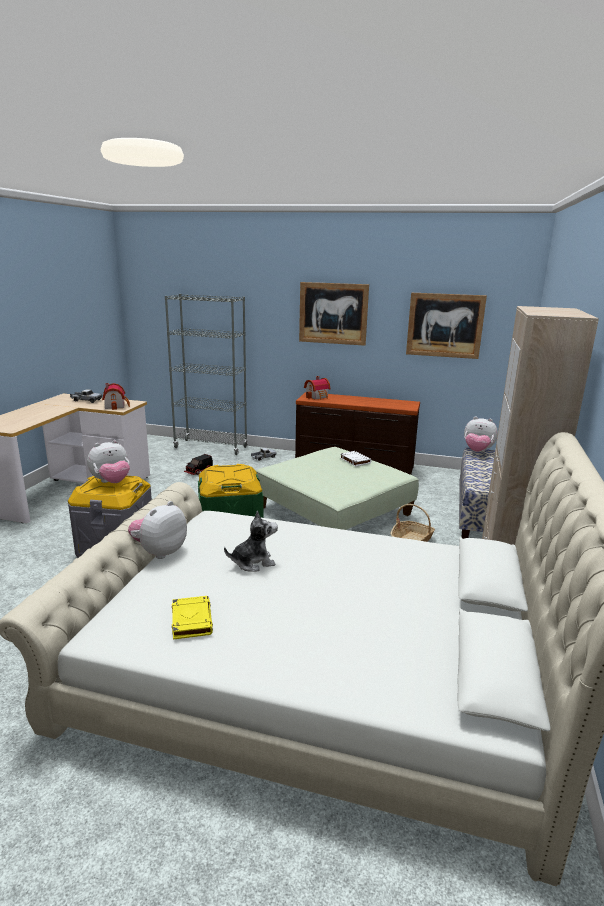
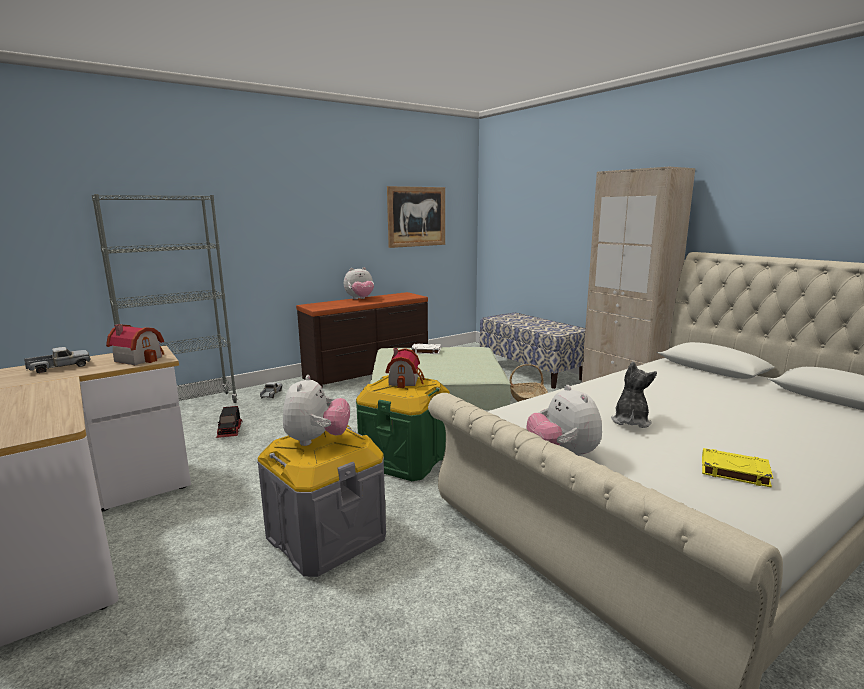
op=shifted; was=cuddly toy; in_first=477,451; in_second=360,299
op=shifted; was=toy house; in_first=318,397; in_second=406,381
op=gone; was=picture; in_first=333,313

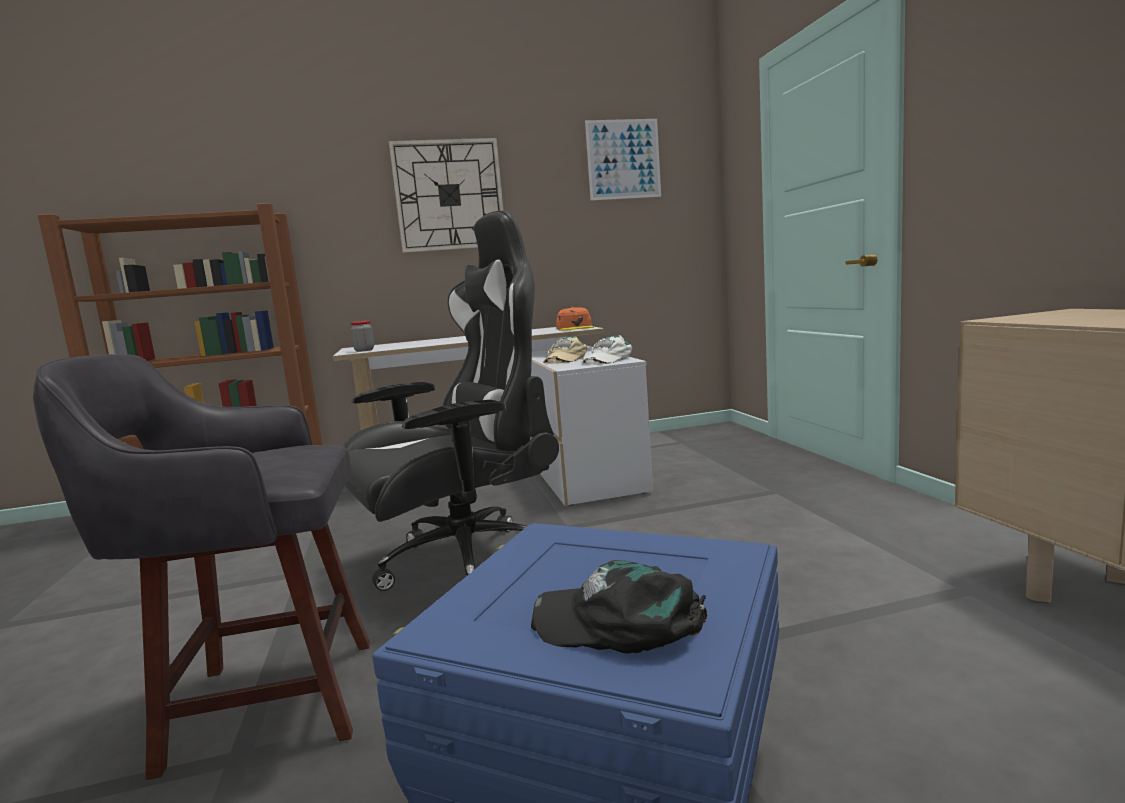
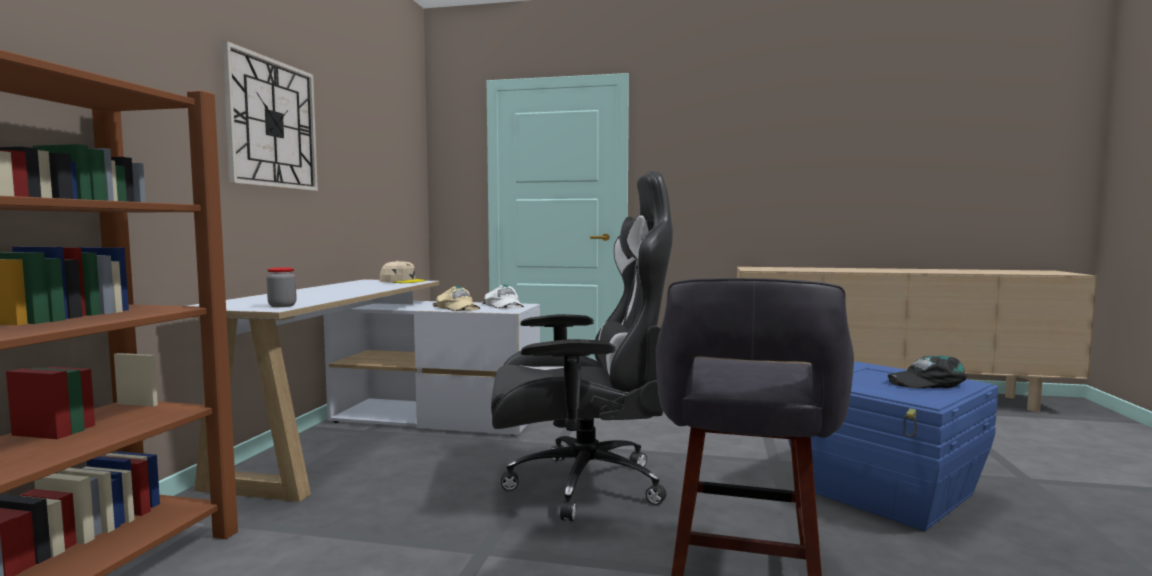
op=repainted; was=peaked cap in orangey; now=peaked cap in sand-coloured; in_first=575,328; in_second=402,281
op=rotated; was=desk chair in blackish; in_first=456,566; in_second=575,486; clockwise=90
op=rotated; was=peaked cap in blackish; in_first=621,623; in_second=927,382; clockwise=45
op=gone; was=picture; in_first=623,159

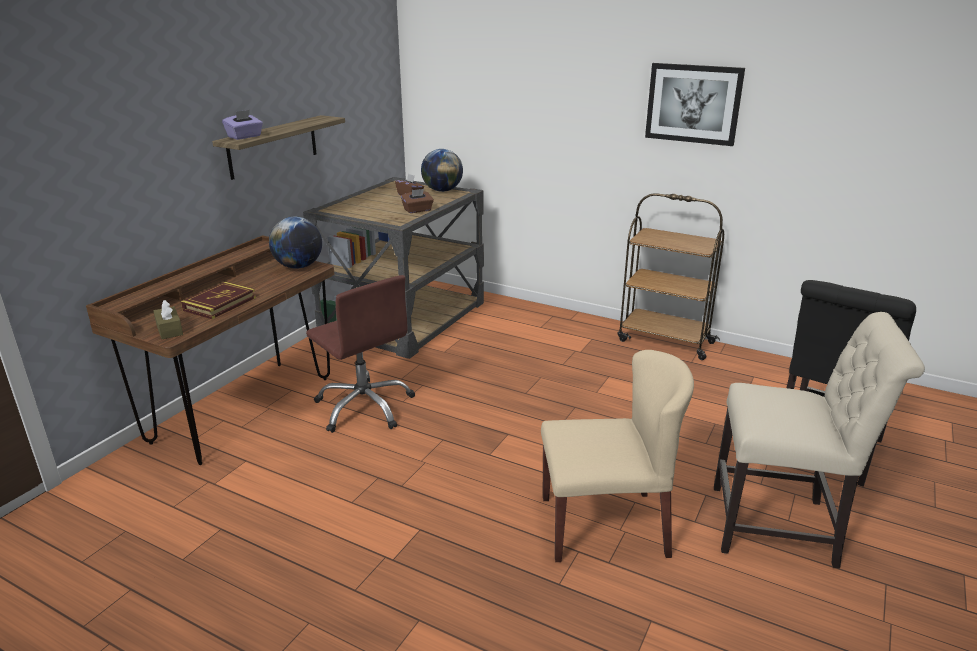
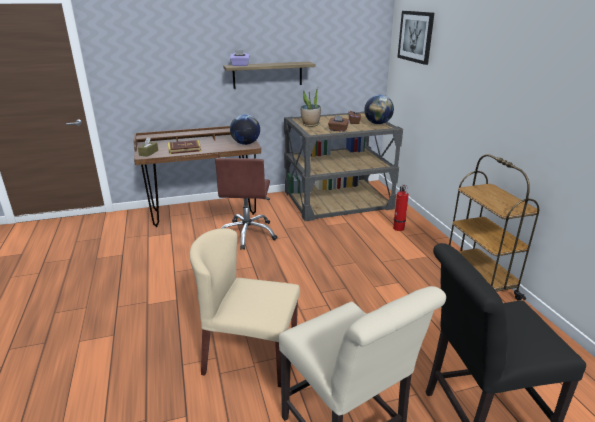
op=rotated; was=upright chair in sand-coloured; in_first=604,525; in_second=250,355; clockwise=150
op=new; now=potted plant; in_second=310,125
op=new; now=fire extinguisher; in_second=399,229
op=shifted; was=picture; in_first=693,103; in_second=415,36

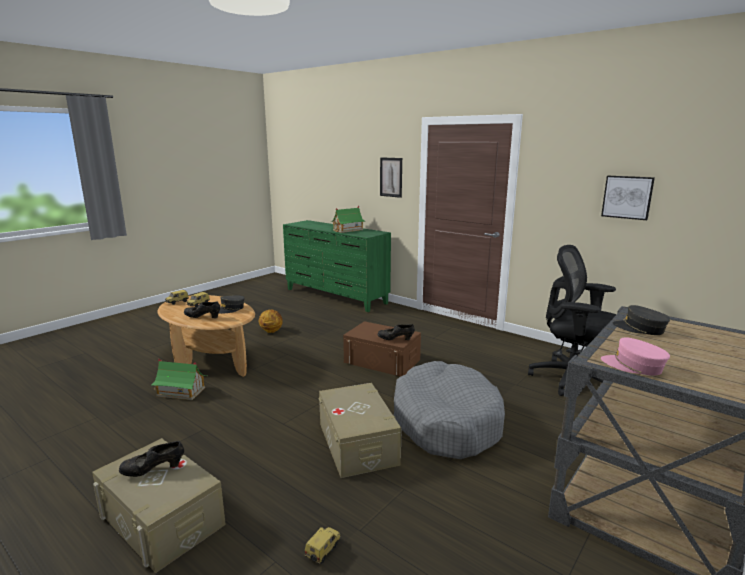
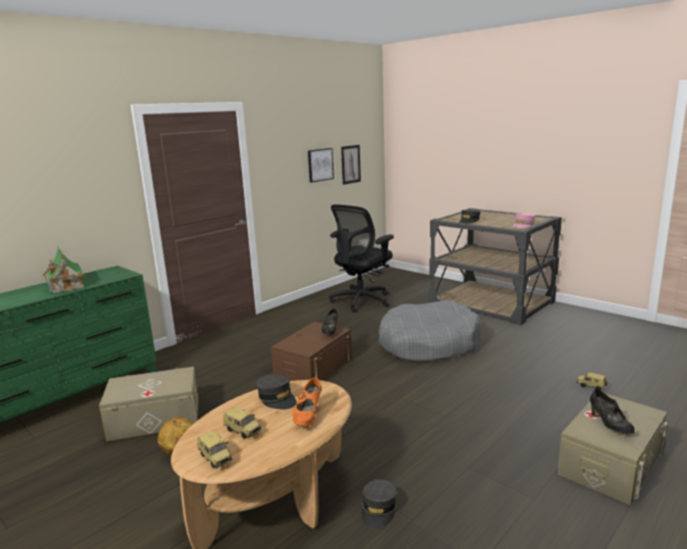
op=shifted; was=storage bin in sand-coloured; in_first=357,443; in_second=155,418
op=repainted; was=item of footwear in blackish; now=item of footwear in orangey; in_first=203,317; in_second=308,416
op=shifted; was=picture; in_first=391,177; in_second=350,164
op=swapped; was=toy house; now=peaked cap in grey; in_first=180,391; in_second=378,509

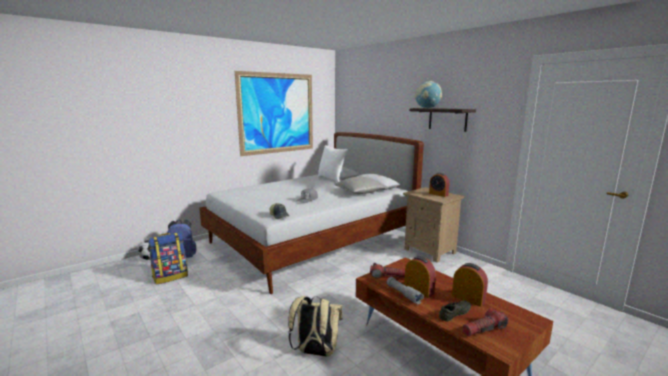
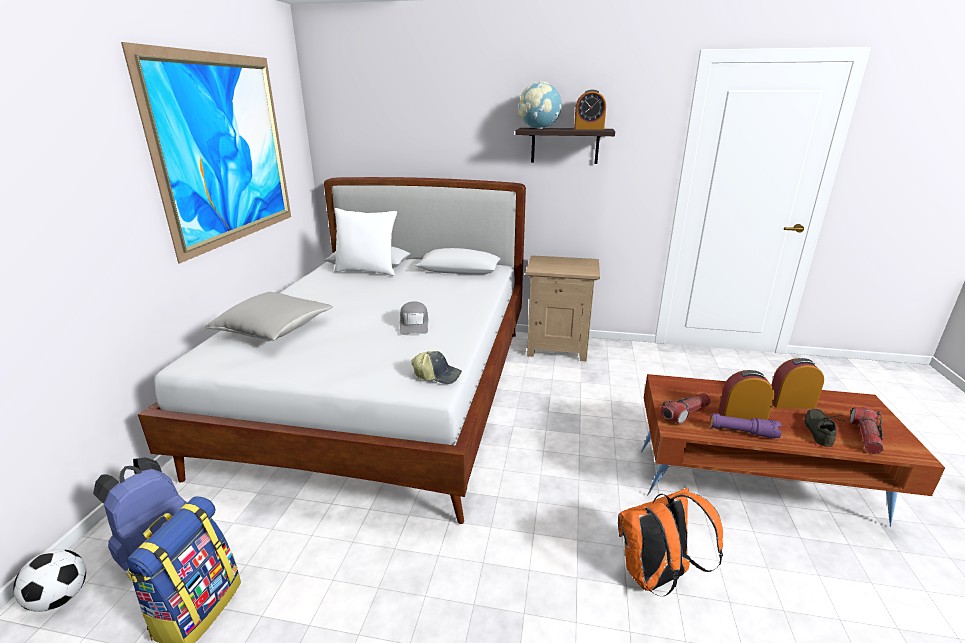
op=shifted; was=pillow in grey; in_first=360,192; in_second=274,329
op=shifted; was=table clock; in_first=438,194; in_second=588,129
op=repainted; was=rucksack in sand-coloured; now=rucksack in orangey; in_first=315,352; in_second=656,577
op=repainted; was=torch in grey; now=torch in purple; in_first=403,294; in_second=742,432

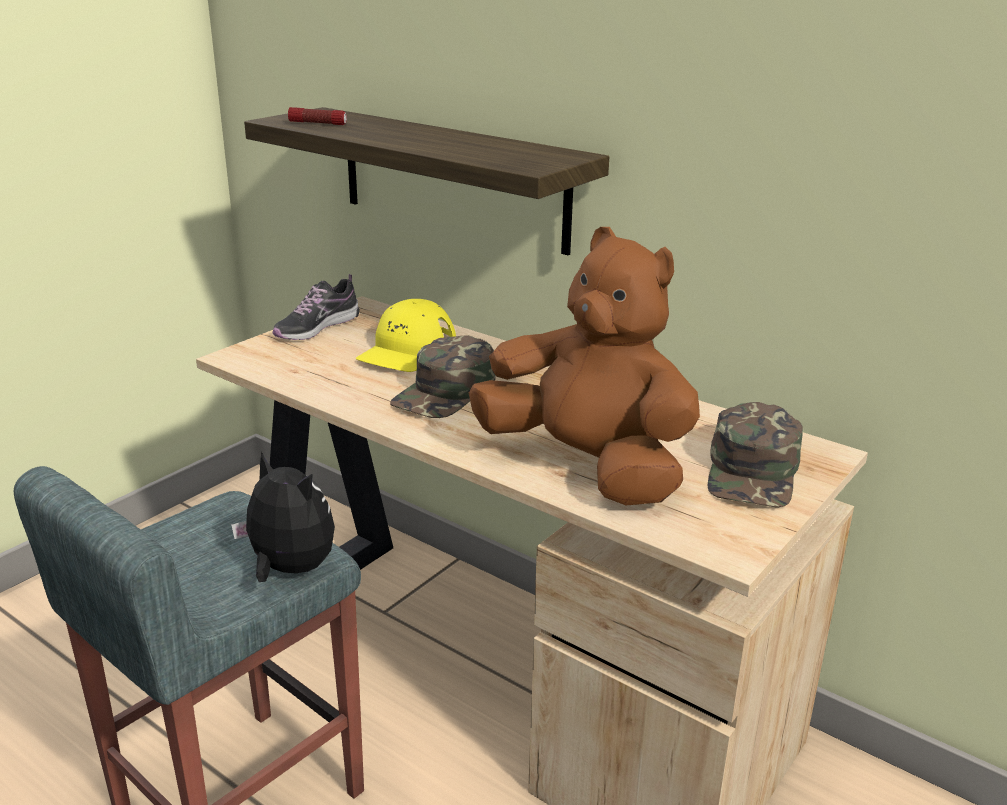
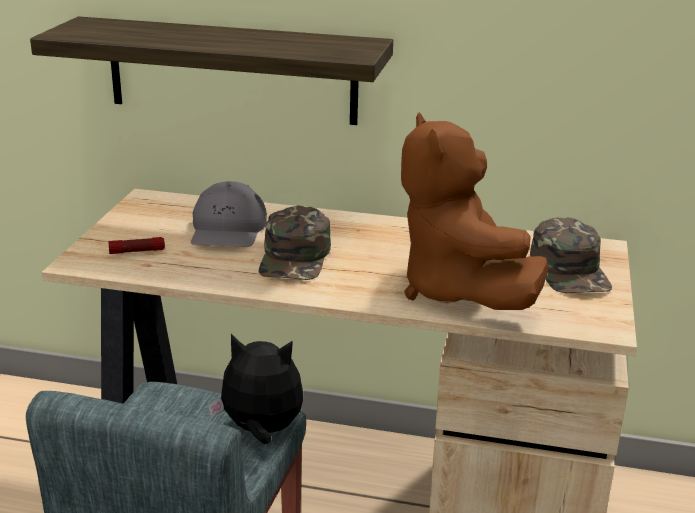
op=shifted; was=torch; in_first=318,123; in_second=137,251
op=repainted; was=peaked cap in yellowish; now=peaked cap in grey; in_first=407,351; in_second=227,229
op=rotated; was=cuddly toy in brownish; in_first=587,466; in_second=458,291; clockwise=-120
op=gone; was=item of footwear; in_first=316,328

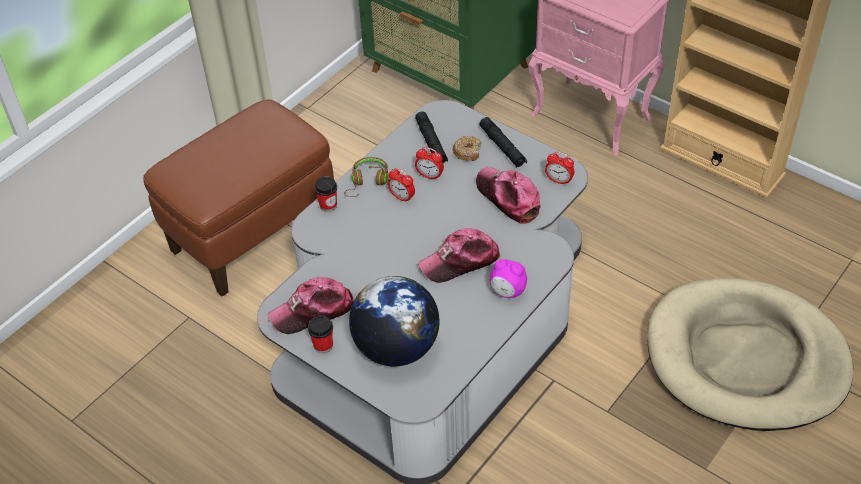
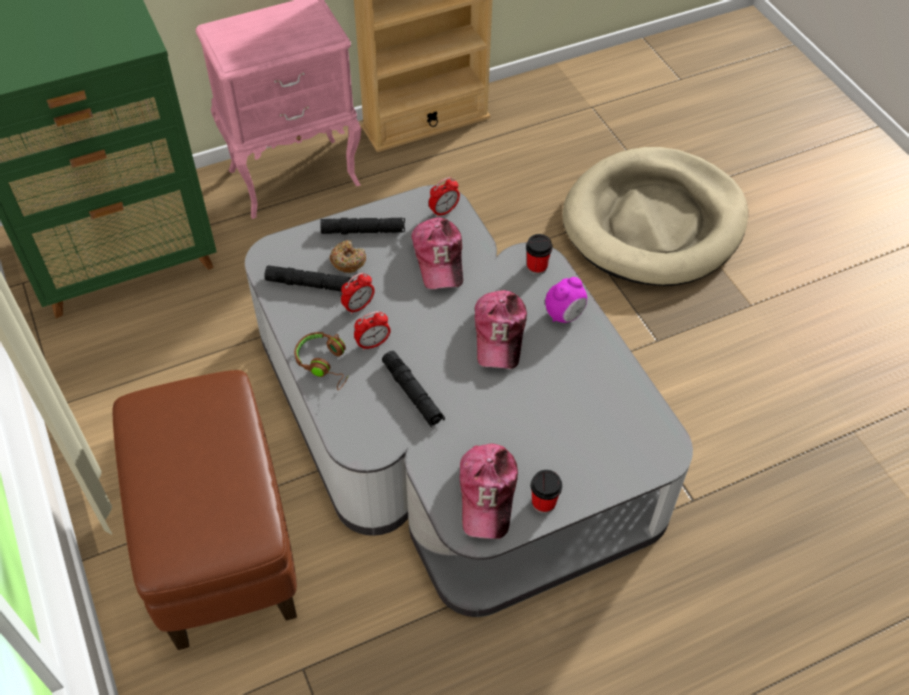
op=new; now=torch in blackish; in_second=412,393
op=rotated; was=peaked cap; in_first=508,198; in_second=439,259; clockwise=-90
op=shifted; was=drinking cup; in_first=328,205; in_second=537,267
op=gone; was=desk globe; in_first=396,348

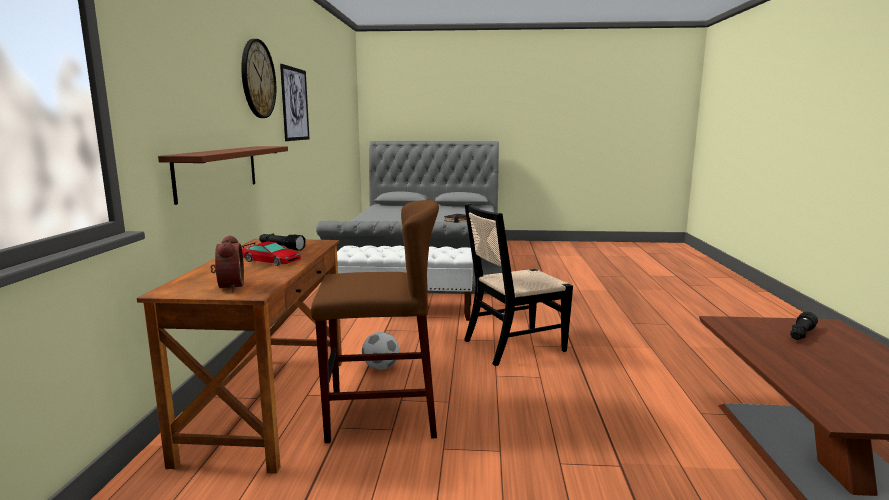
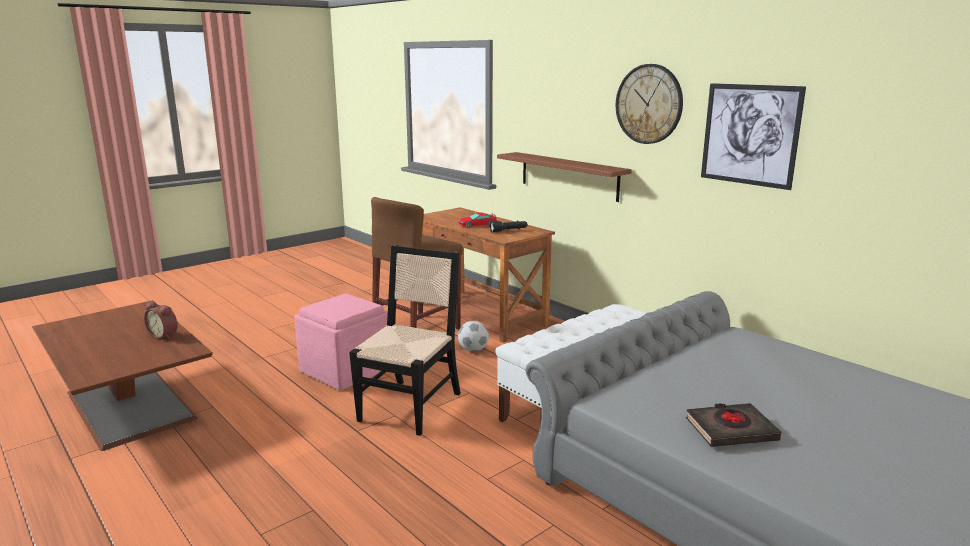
op=shifted; was=table clock; in_first=228,286; in_second=165,335
op=new; now=footrest in pink; in_second=346,369
op=gone; was=torch in blackish; in_first=800,335

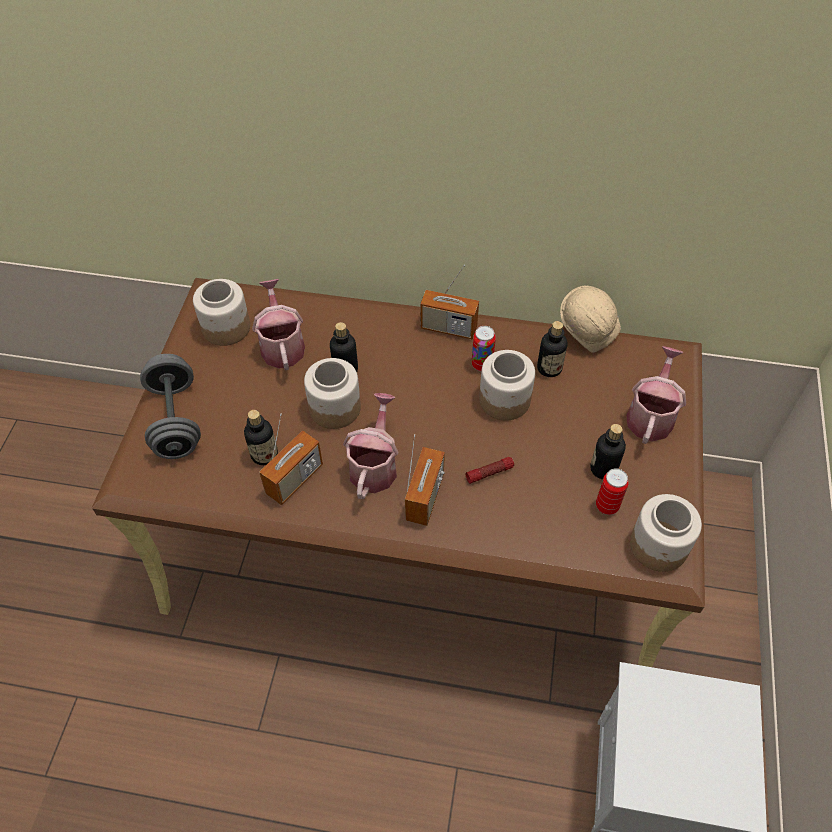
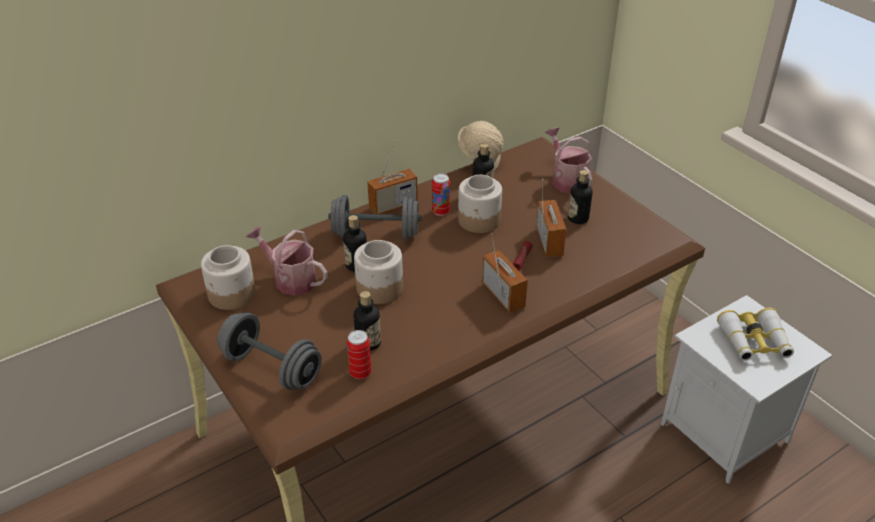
op=new; now=hand weight in grey; in_second=376,234
op=shifted; was=metal can; in_first=607,506; in_second=360,373
op=shifted; was=radio; in_first=294,479; in_second=549,242
op=new; now=field glasses; in_second=754,342
op=gone; was=sprinkling can; in_first=374,465
op=gone; was=storage jar; in_first=659,546

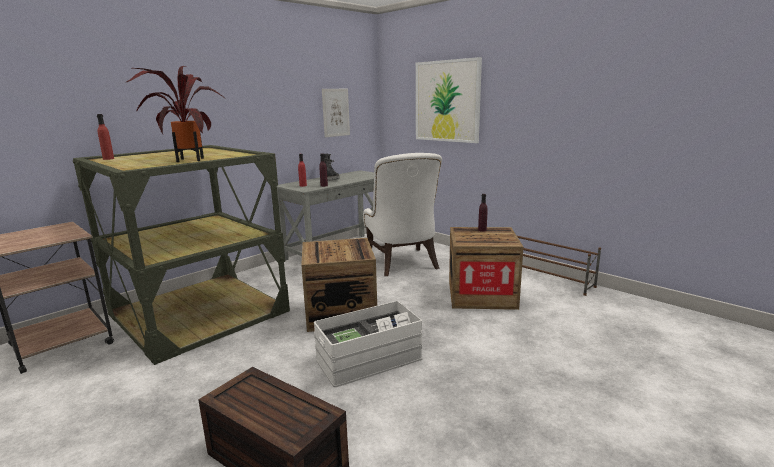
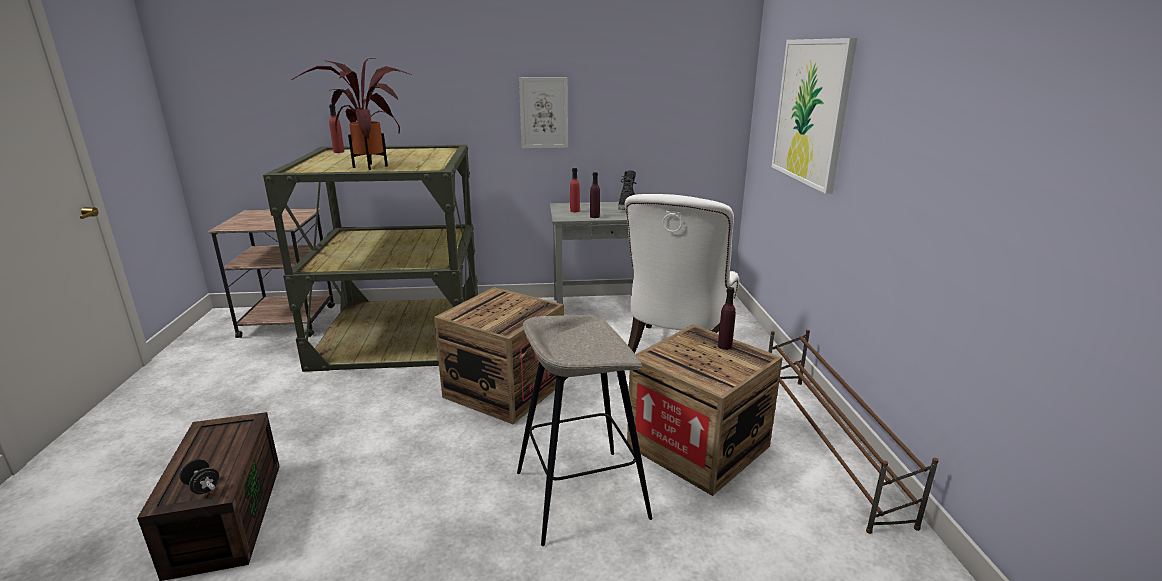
op=new; now=hand weight in blackish; in_second=202,487
op=new; now=stool seat in grey; in_second=580,494
op=shifted; was=picture; in_first=335,112; in_second=544,113
op=gone; was=storage bin in whitish; in_first=369,359

